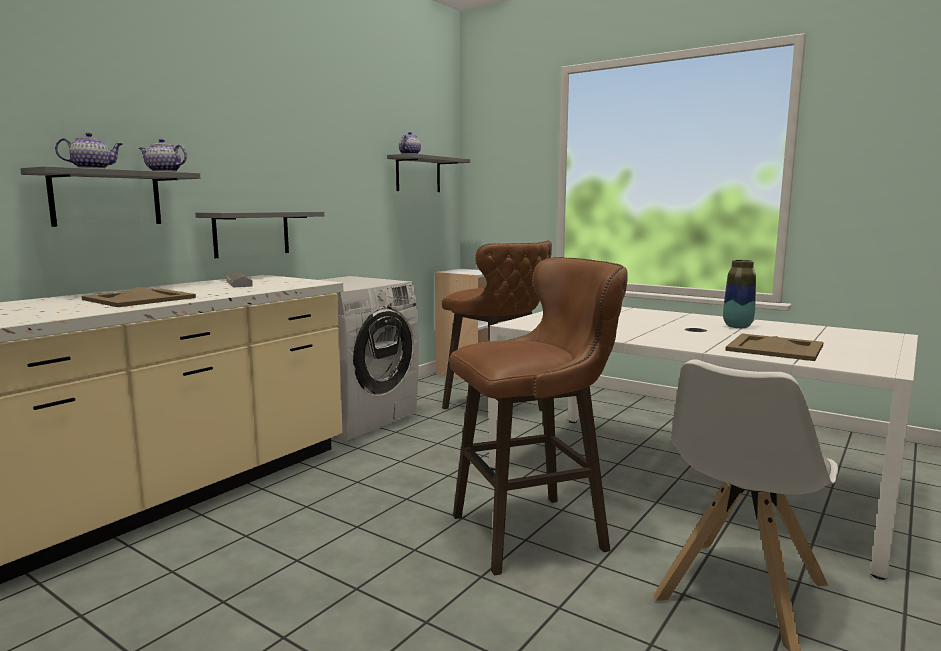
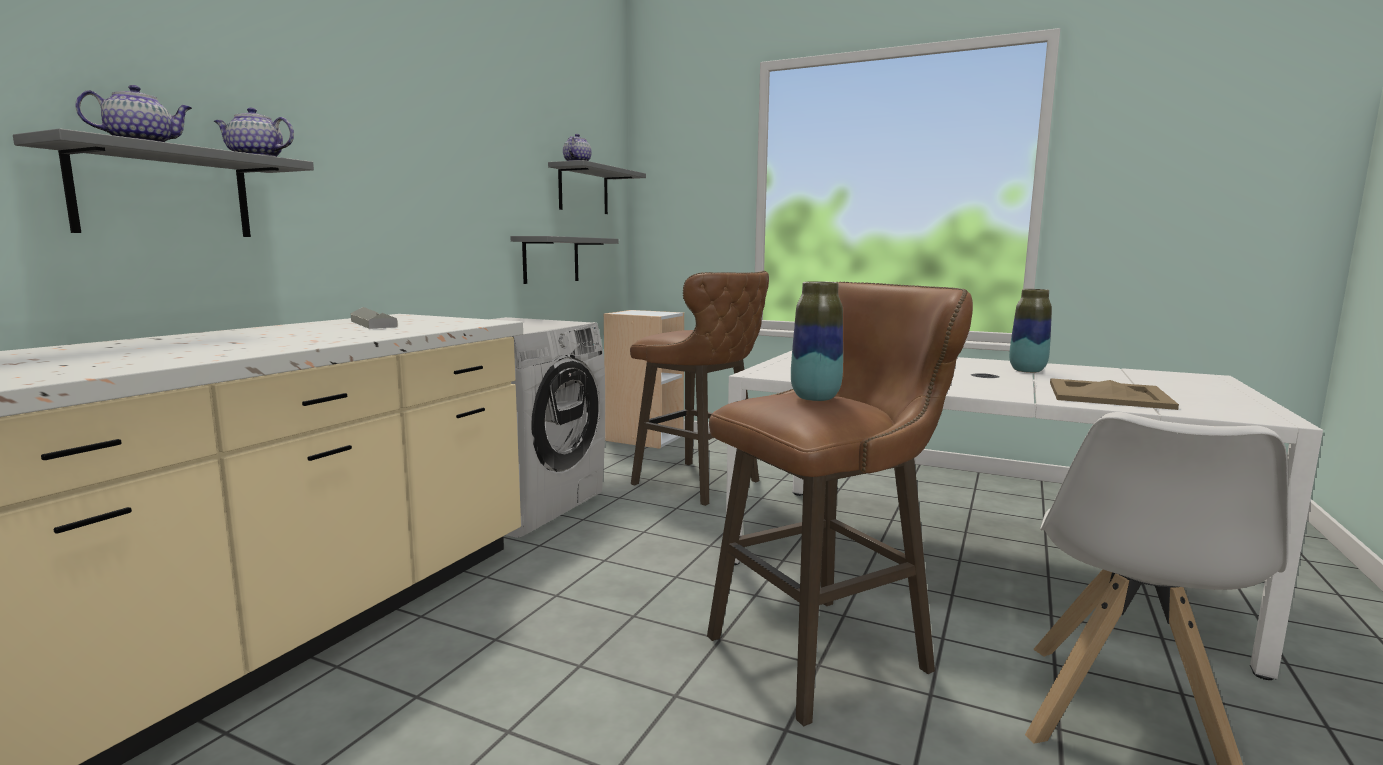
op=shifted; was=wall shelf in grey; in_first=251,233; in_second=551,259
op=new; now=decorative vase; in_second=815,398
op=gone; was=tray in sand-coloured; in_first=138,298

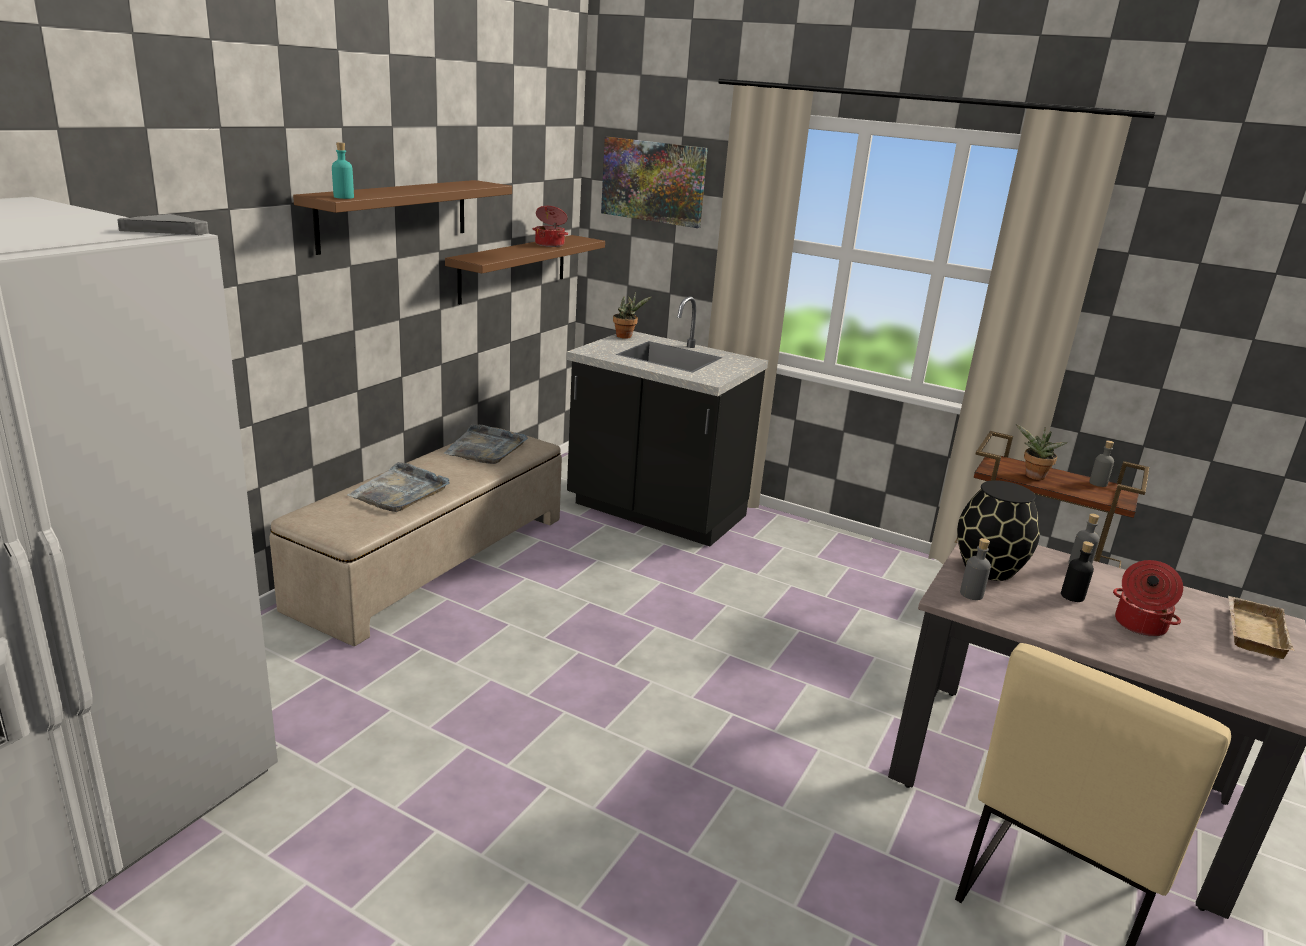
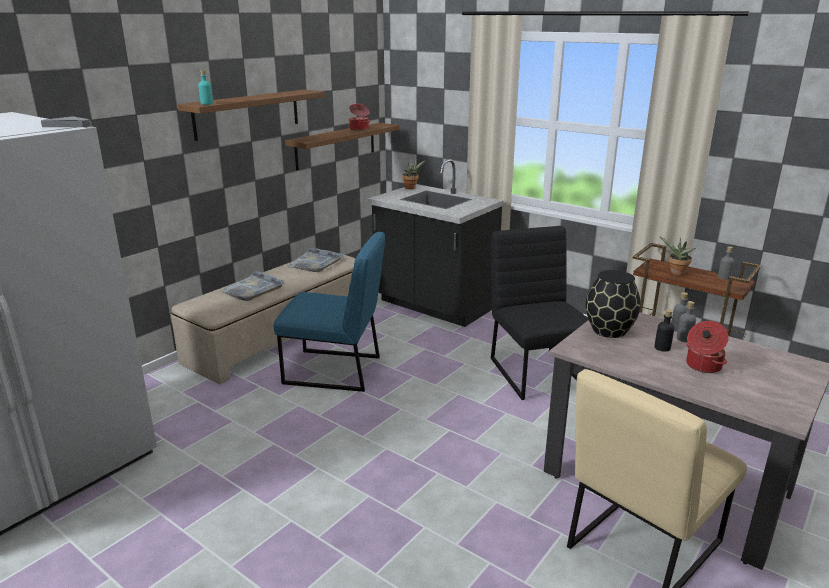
op=new; now=upright chair in blue; in_second=335,371
op=new; now=upright chair in blackish; in_second=536,372
op=shifted; was=beverage bottle in grey; in_first=971,594; in_second=684,339
op=gone; was=picture; in_first=653,181
op=gone; was=tray in sand-coloured; in_first=1251,631

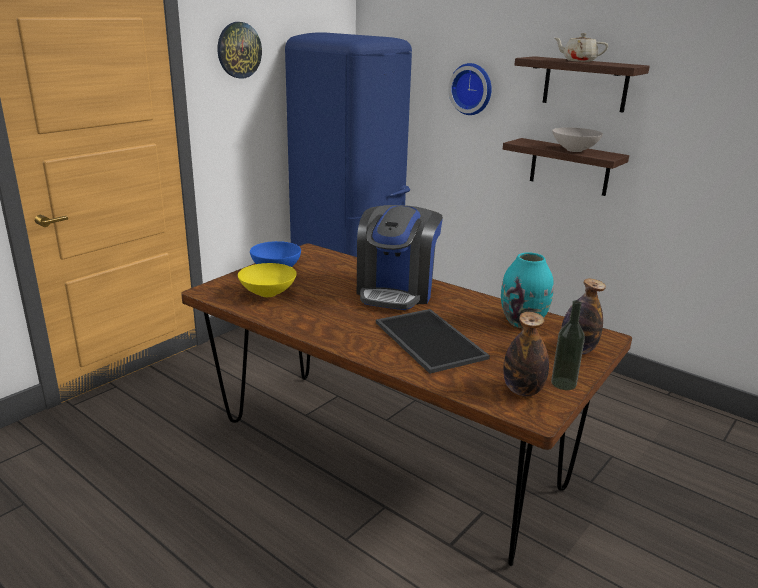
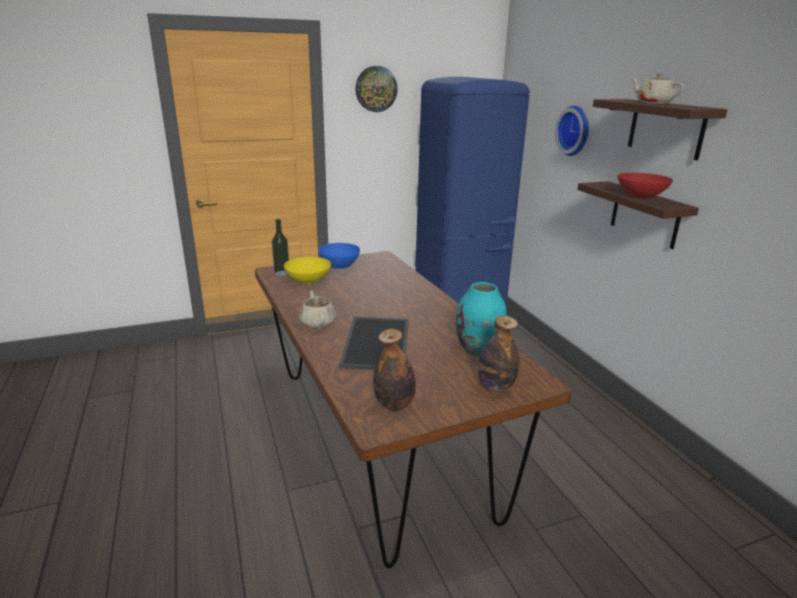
op=shifted; was=beverage bottle; in_first=563,383; in_second=282,273
op=new; now=tea pot in sand-coloured; in_second=317,322
op=repainted; was=serving bowl in whitish; now=serving bowl in red; in_first=575,150; in_second=641,197
op=gone; was=coffee maker; in_first=396,291

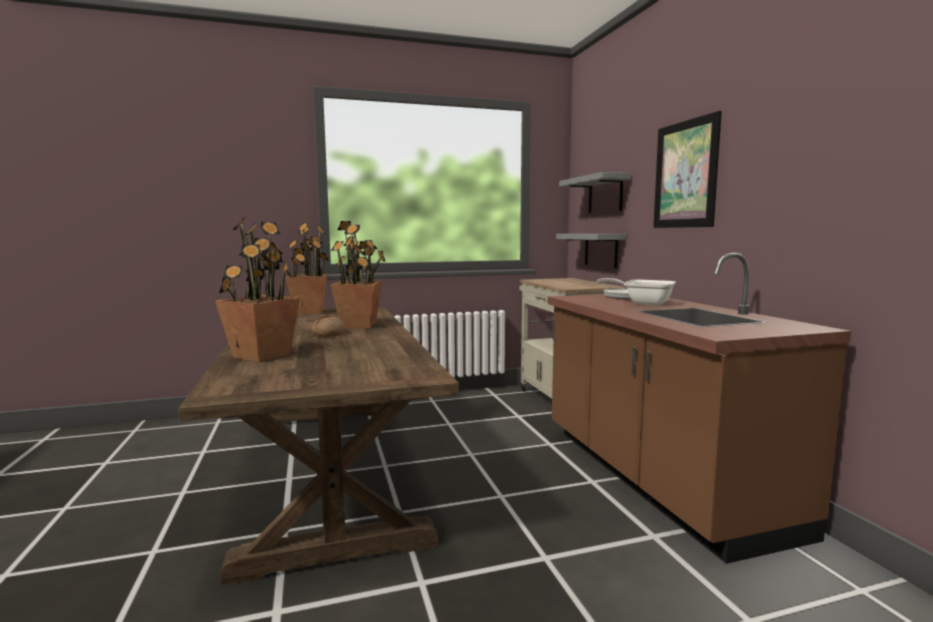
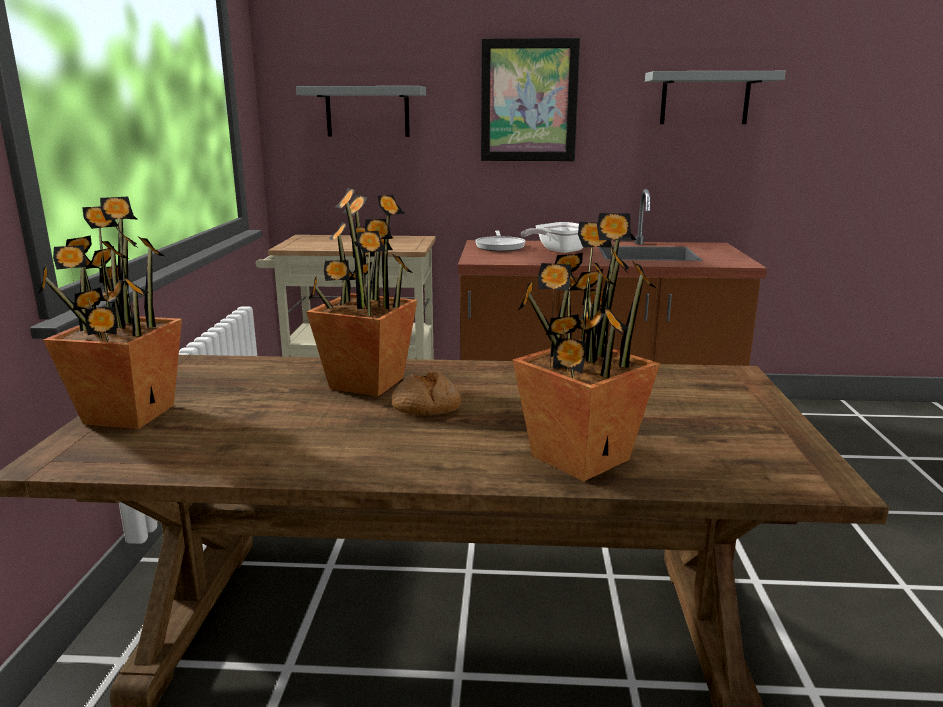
op=shifted; was=wall shelf in grey; in_first=601,250; in_second=705,98

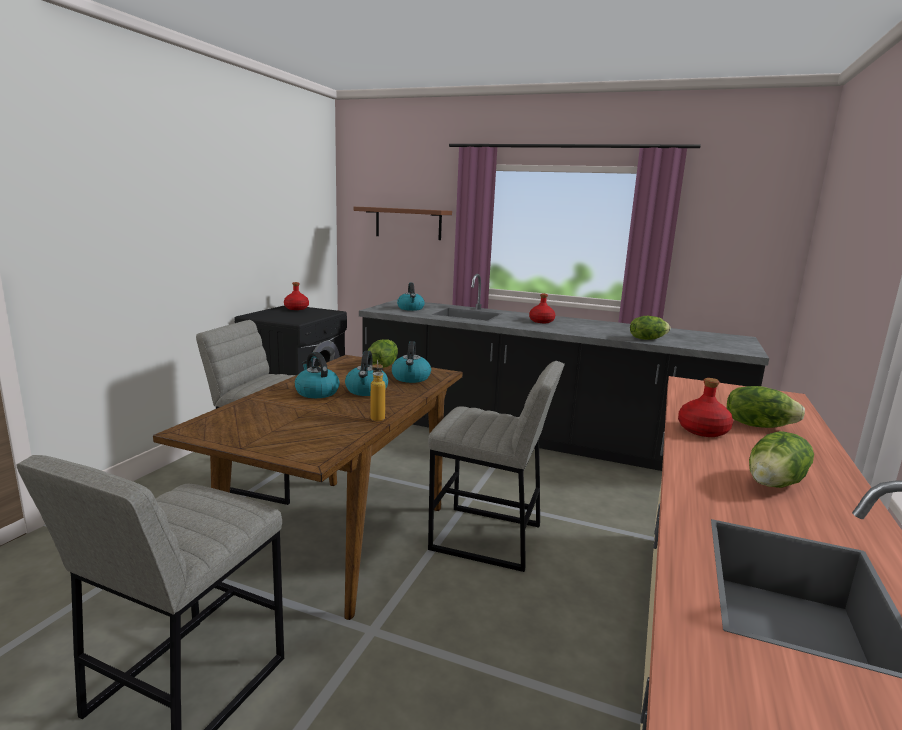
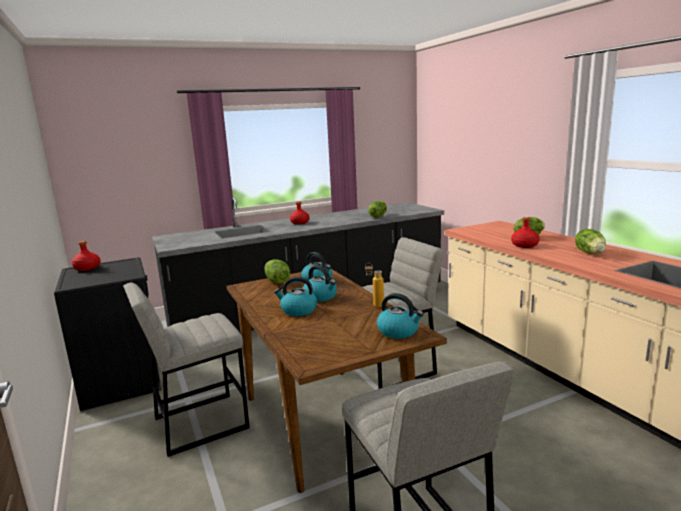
op=shifted; was=tea kettle; in_first=411,308; in_second=399,331
op=gone; was=wall shelf in brownish; in_first=408,223

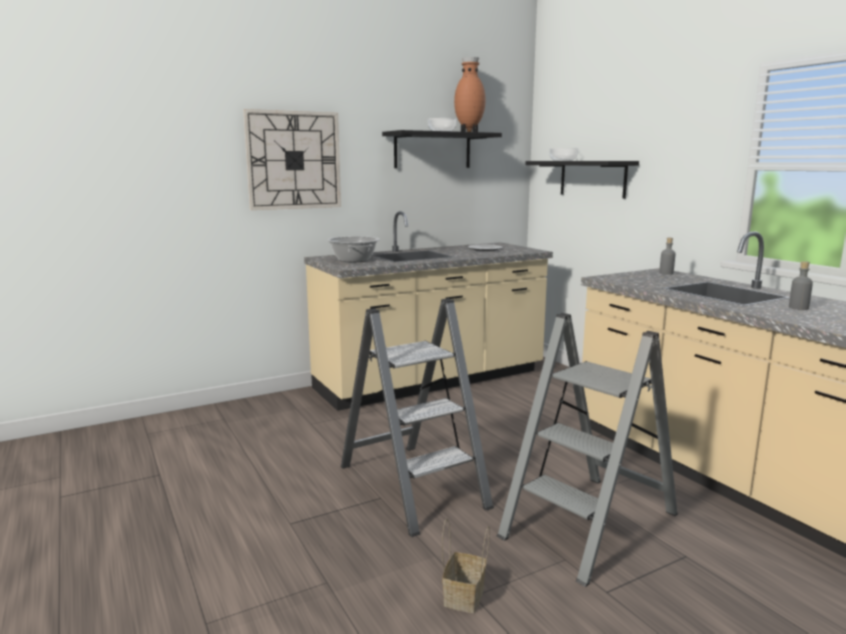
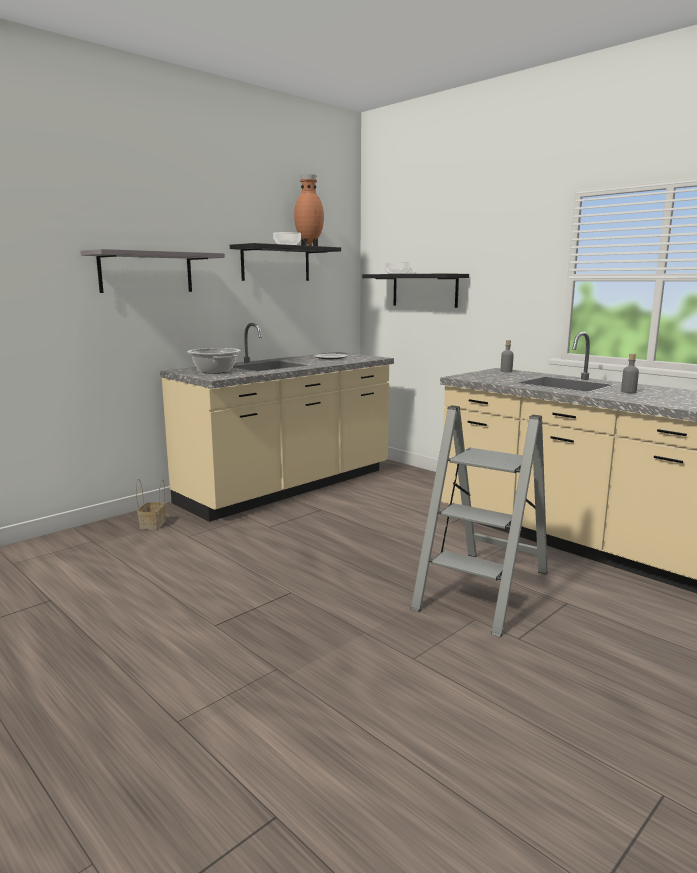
op=swapped; was=hanging clock; now=wall shelf in grey; in_first=293,160; in_second=146,272
op=shifted; was=basket; in_first=464,597; in_second=153,525
op=gone; was=stepladder in grey; in_first=411,484

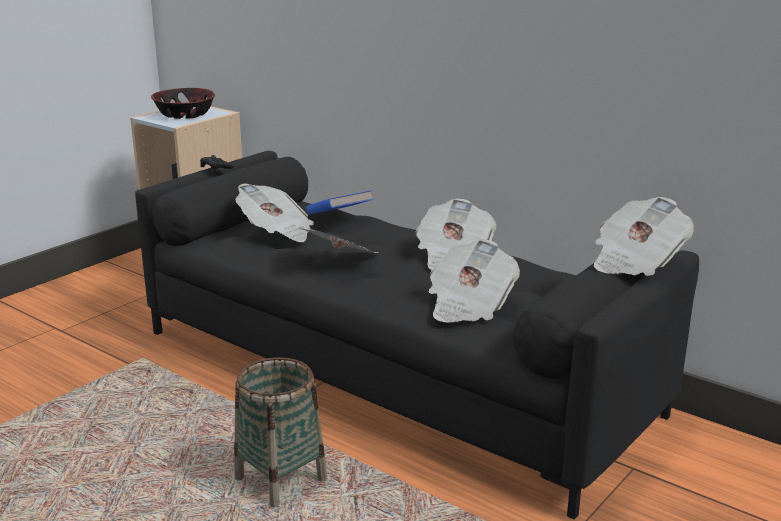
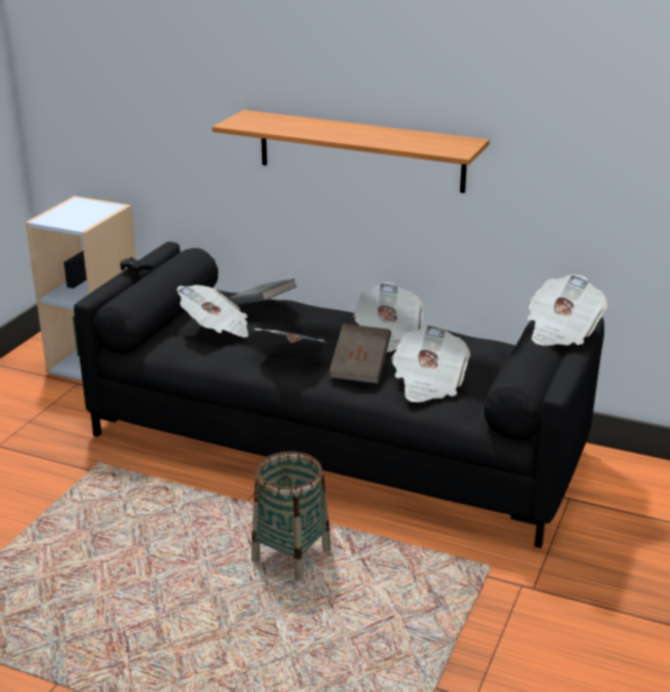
op=new; now=wall shelf; in_second=360,151
op=repainted; was=bound book in blue; now=bound book in grey; in_first=339,218; in_second=263,306
op=new; now=bound book in brownish; in_second=360,368
op=gone; was=serving bowl; in_first=185,115

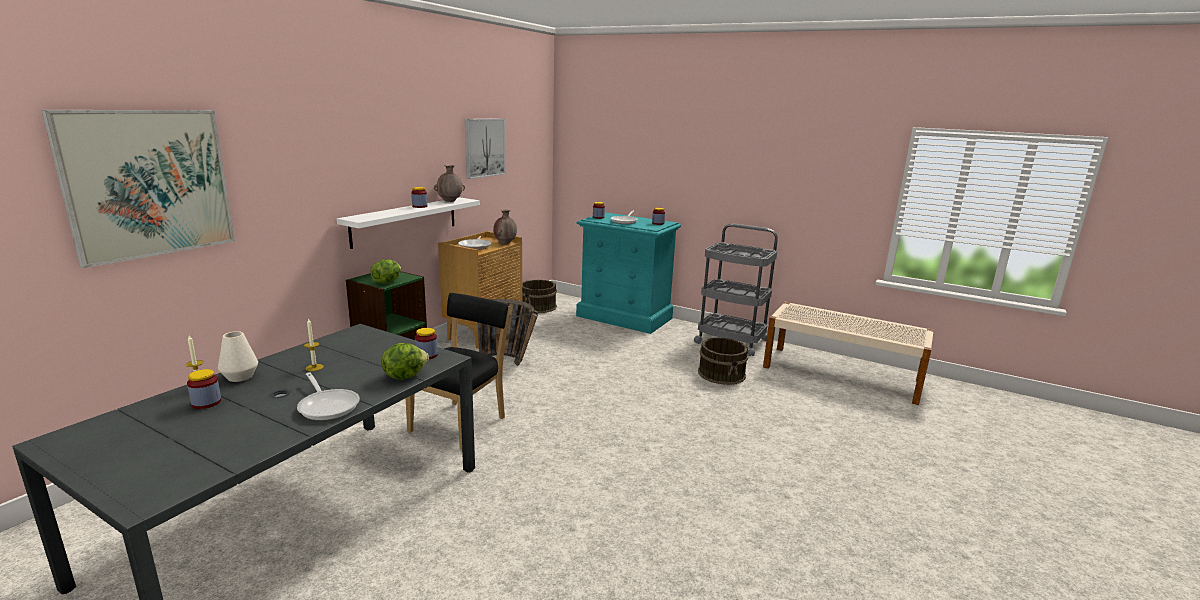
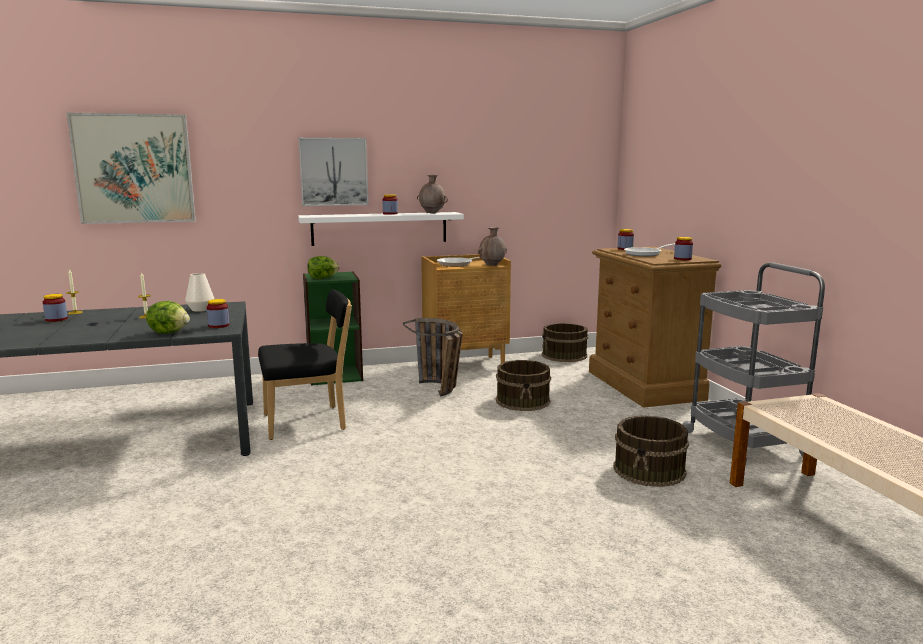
op=shifted; was=decorative vase in whitish; in_first=240,377; in_second=200,309
op=shifted; was=picture; in_first=484,147; in_second=333,172
op=new; now=pail in brownish; in_second=523,401
op=repainted; was=drawer chest in turquoise-coloured; now=drawer chest in brownish; in_first=624,317; in_second=644,385
op=gone; was=frying pan; in_first=328,406

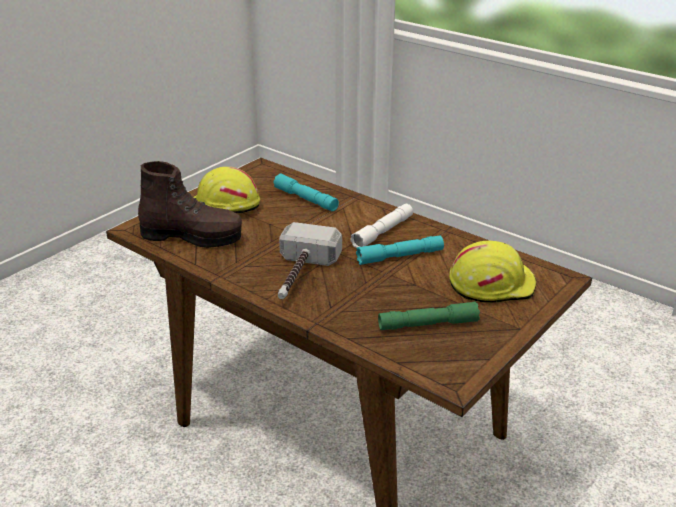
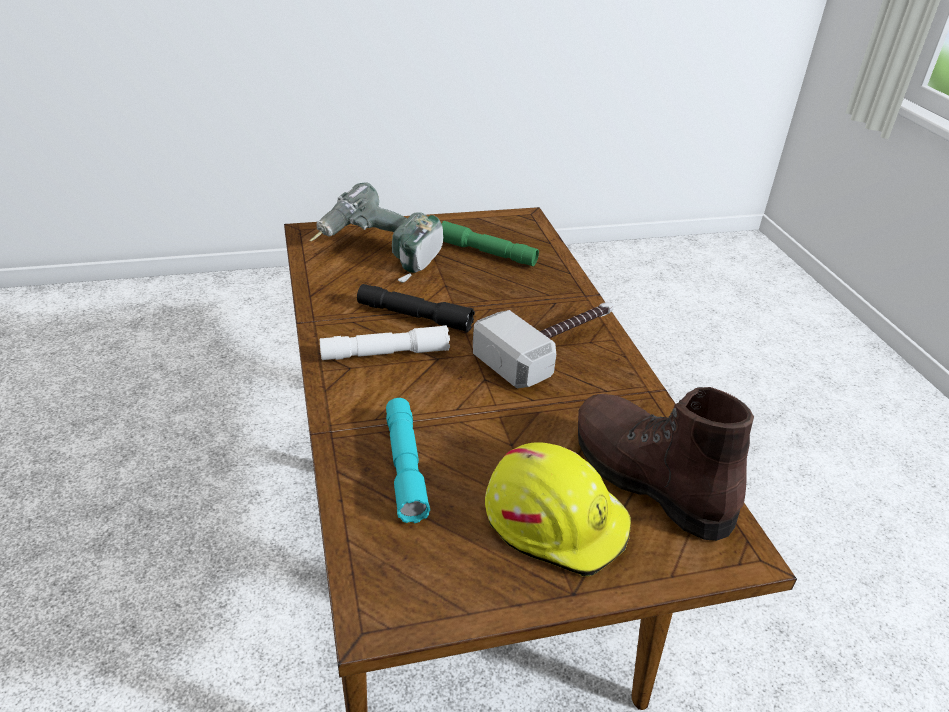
op=swapped; was=hard hat in yellowish; now=drill; in_first=491,284; in_second=378,254
op=repainted; was=torch in turquoise-coloured; now=torch in blackish; in_first=400,256; in_second=414,316

